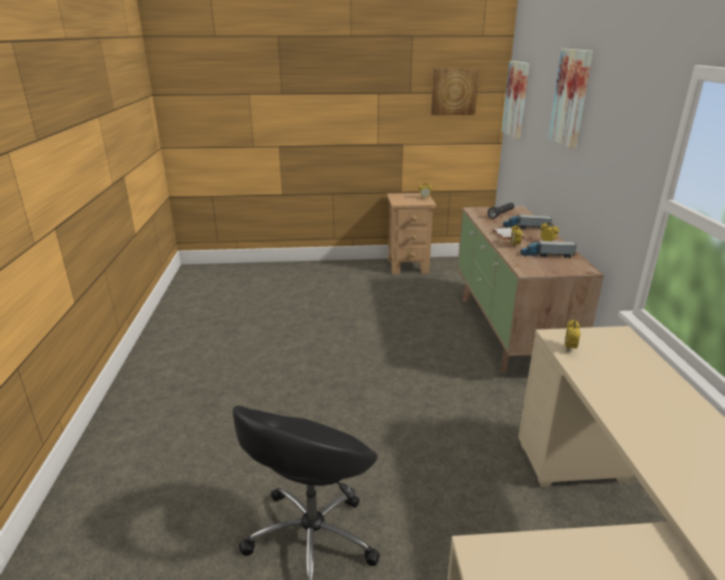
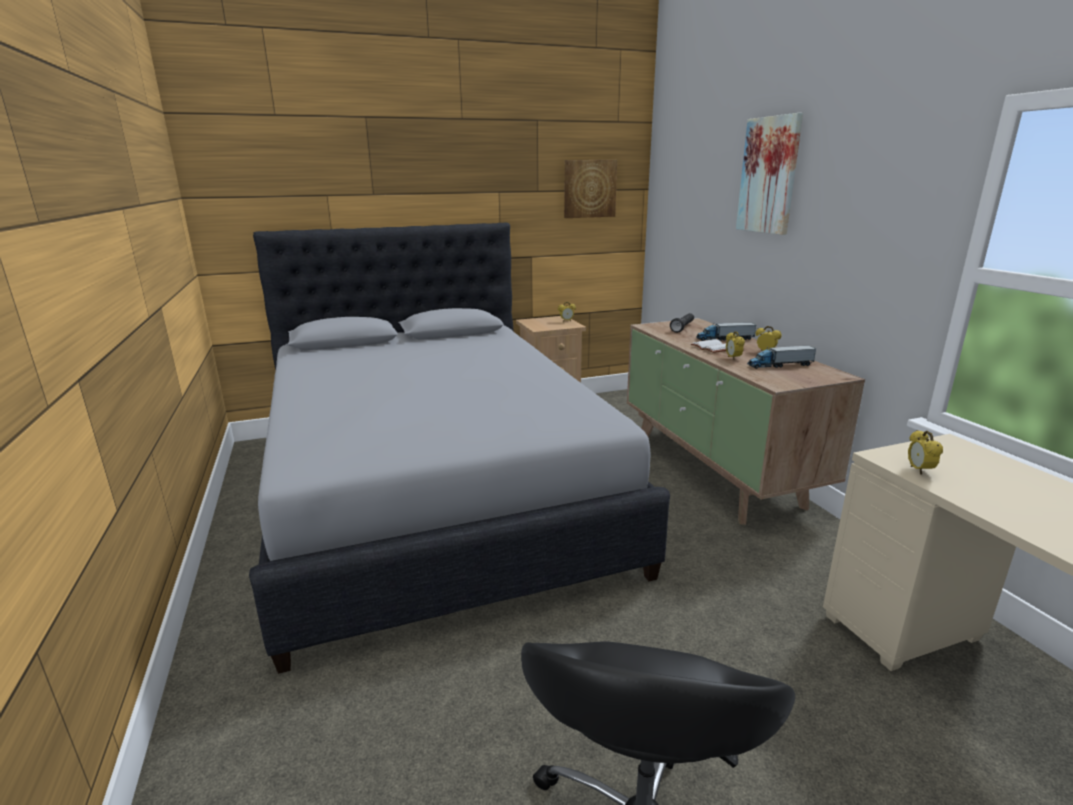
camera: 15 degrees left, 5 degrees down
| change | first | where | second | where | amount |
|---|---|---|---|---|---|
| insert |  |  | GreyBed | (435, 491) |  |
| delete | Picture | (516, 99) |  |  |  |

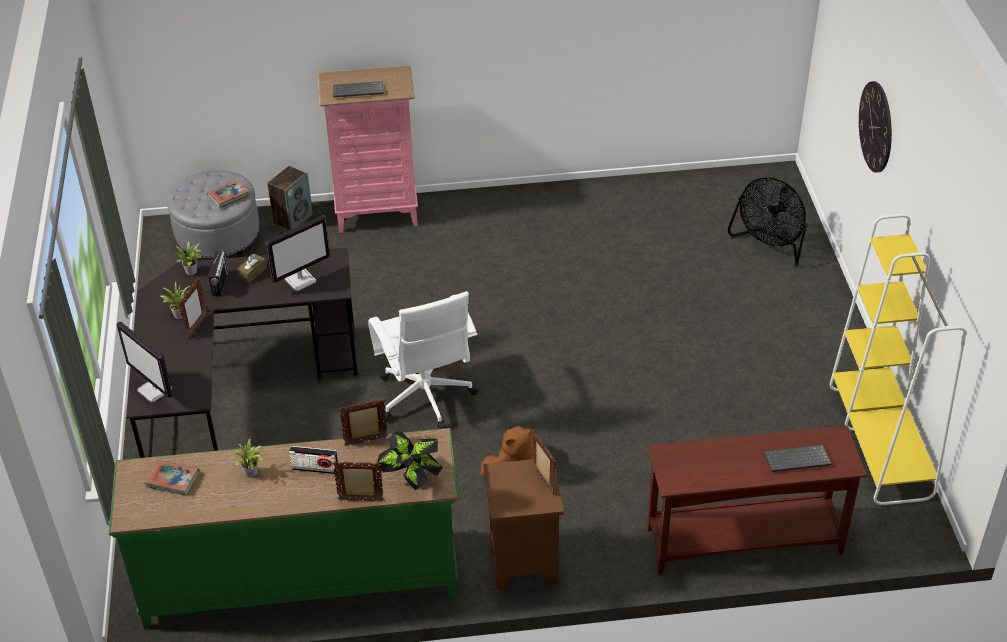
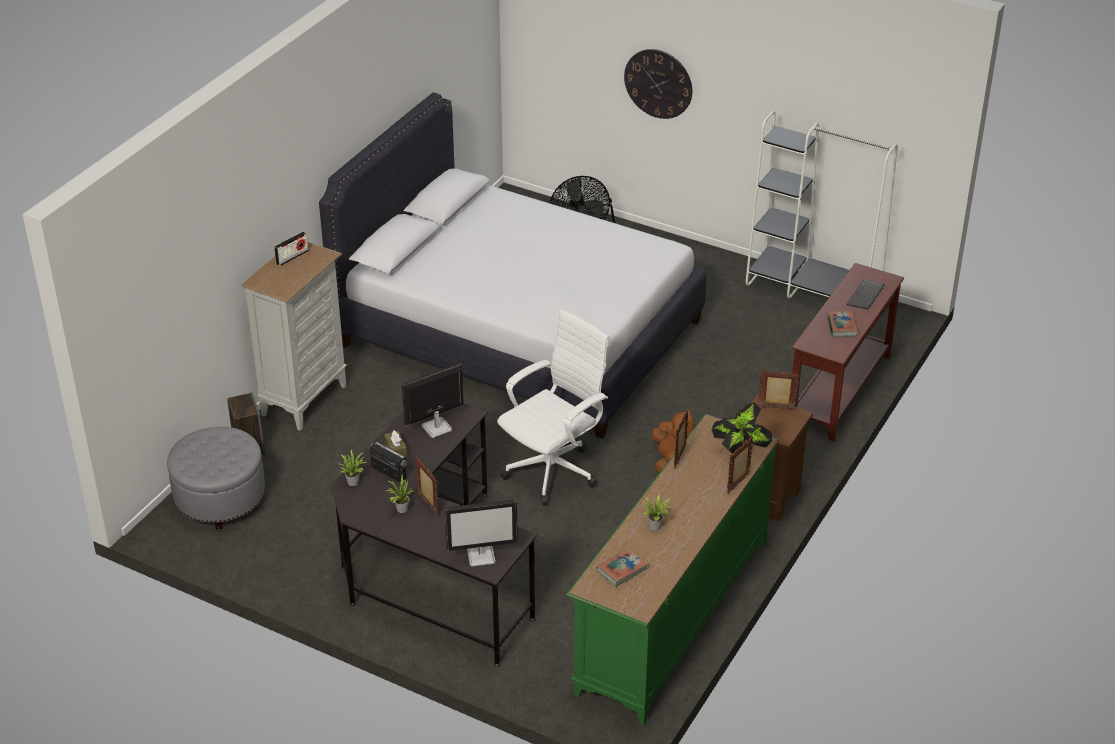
camera: 55 degrees left, 5 degrees down
| change | first | where | second | where | amount |
|---|---|---|---|---|---|
| recolor | PinkDresser | (378, 215) | WhiteDresser | (306, 400) |  |
| move | Radio | (315, 468) |  | (292, 257) |  |
| insert |  |  | WhiteBed | (519, 333) |  |
| rotate | Monitor | (301, 280) |  | (436, 428) | 120 degrees counterclockwise |
| rotate | WhiteOfficeChair | (426, 400) |  | (554, 470) | 60 degrees counterclockwise |
| recolor | YellowClothesRack | (879, 444) | BlackClothesRack | (813, 294) |  |
| move | Book | (228, 196) |  | (842, 326) |  |
| delete | Keyboard | (357, 91) |  |  |  |

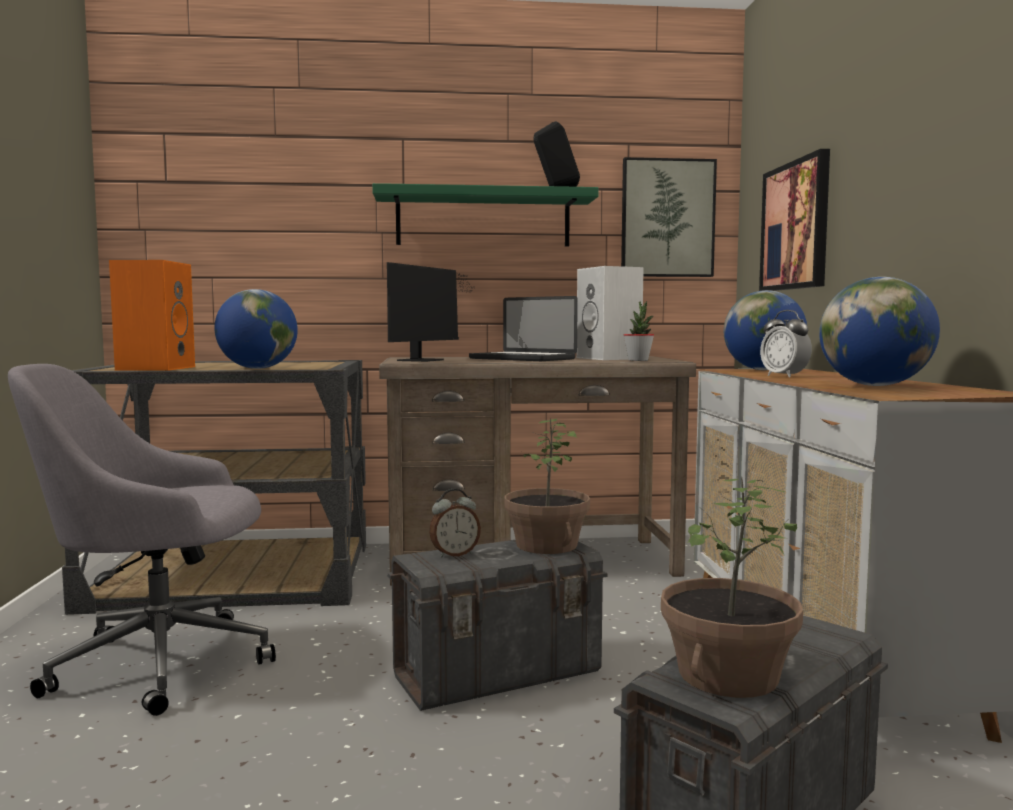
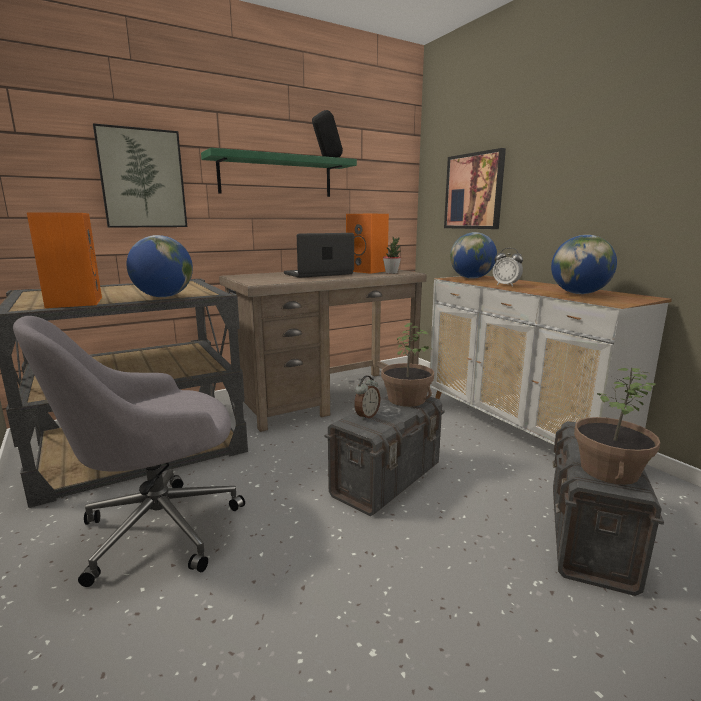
camera: 25 degrees left, 10 degrees up
| change | first | where | second | where | amount |
|---|---|---|---|---|---|
| move | Picture | (667, 218) |  | (142, 179) |  |
| rotate | Laptop | (522, 359) |  | (318, 274) | 135 degrees clockwise |
| recolor | WhiteSpeaker | (610, 358) | OrangeSpeaker | (368, 271) |  |
| delete | Monitor | (425, 360) |  |  |  |

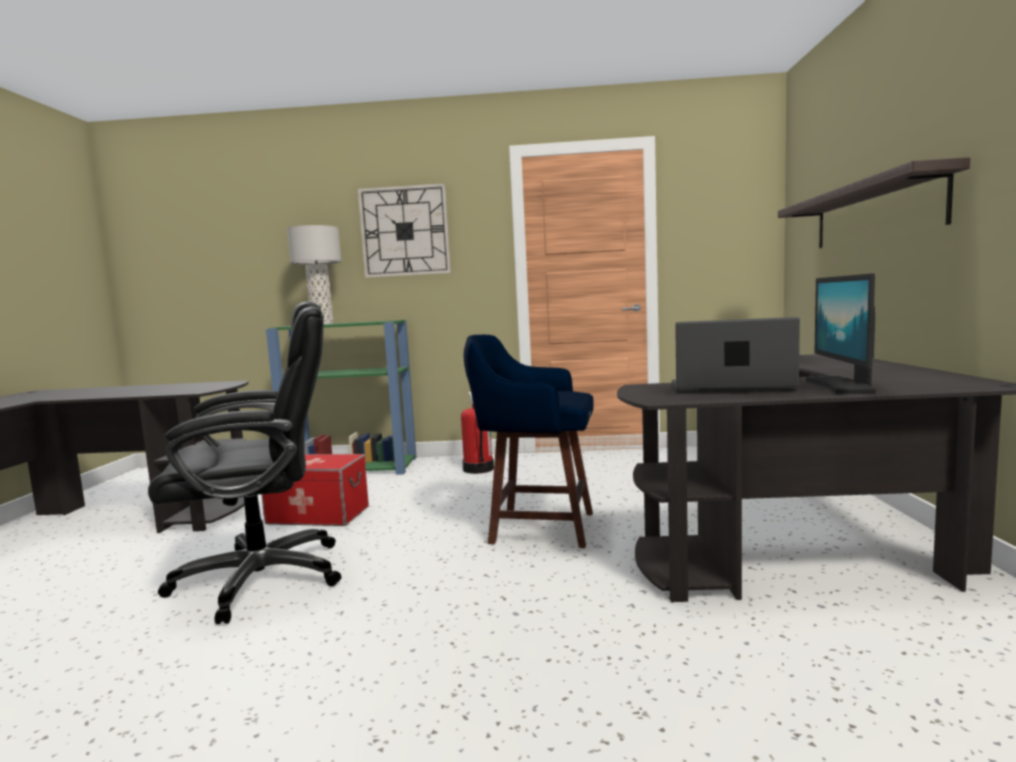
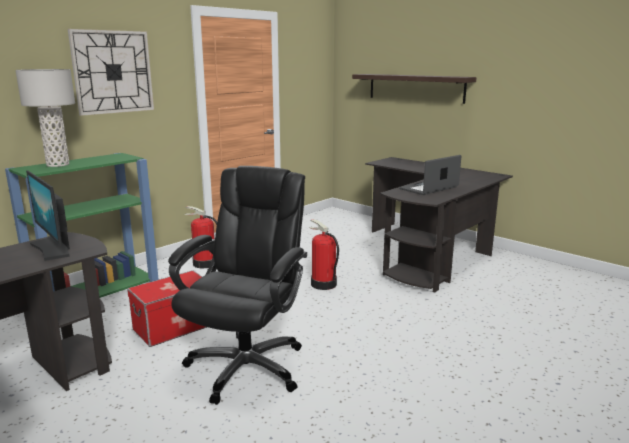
camera: 50 degrees left, 10 degrees up
| change | first | where | second | where | amount |
|---|---|---|---|---|---|
| move | Monitor | (842, 386) |  | (52, 249) |  |
| replace | BlueStool | (537, 527) | FireExtinguisher | (323, 284) |  |

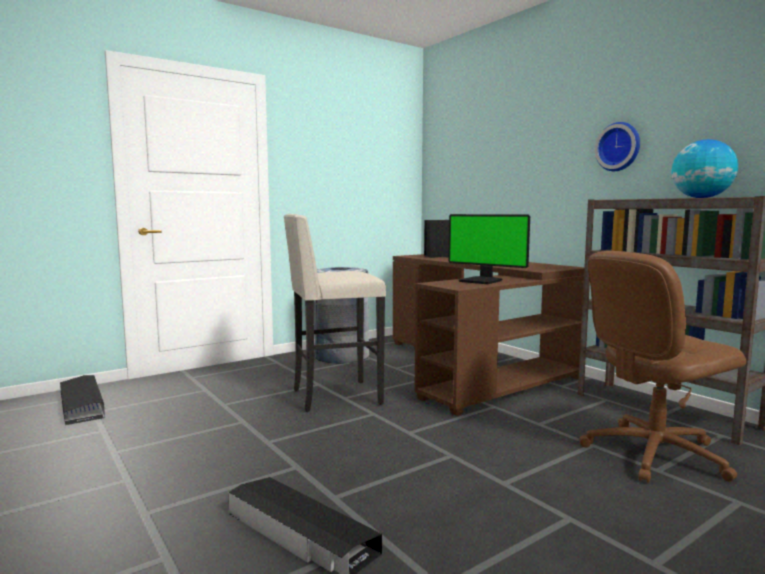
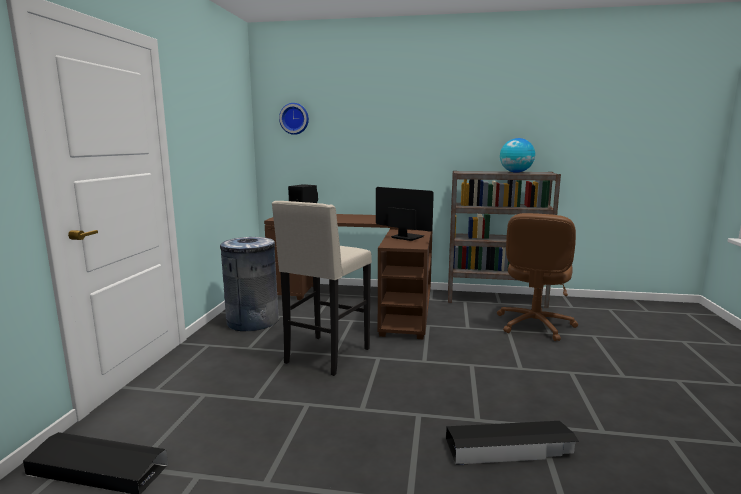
camera: 45 degrees left, 5 degrees up
| change | first | where | second | where | amount |
|---|---|---|---|---|---|
| move | WallClock | (619, 147) |  | (294, 118) |  |
| rotate | Monitor | (482, 281) |  | (406, 237) | 135 degrees counterclockwise |

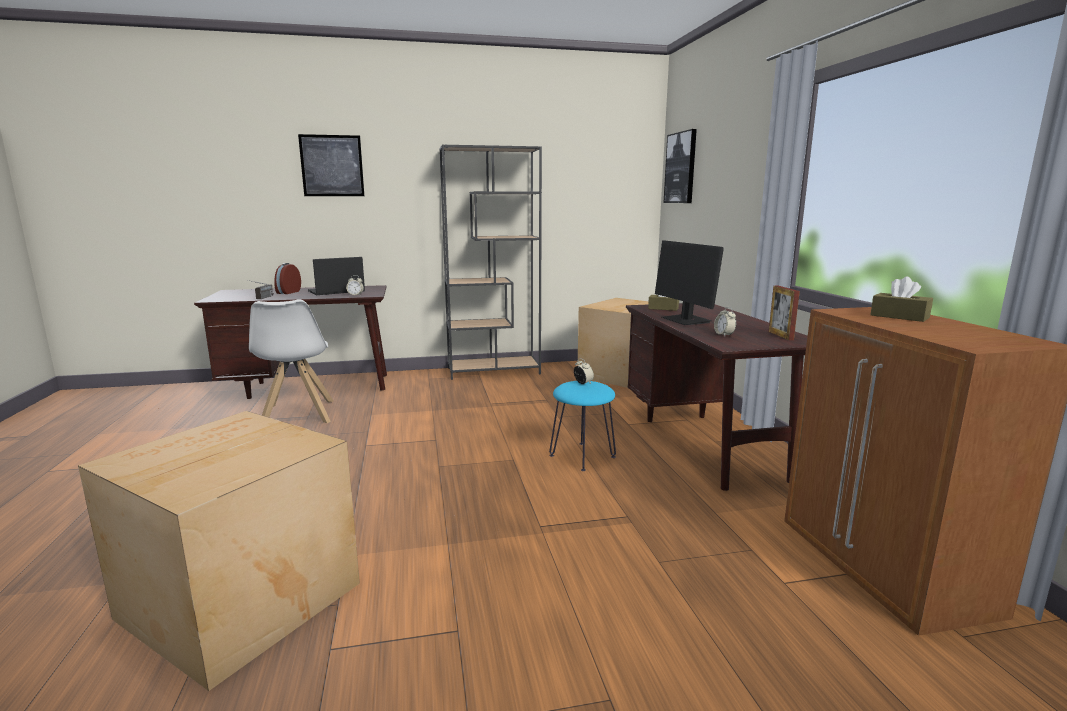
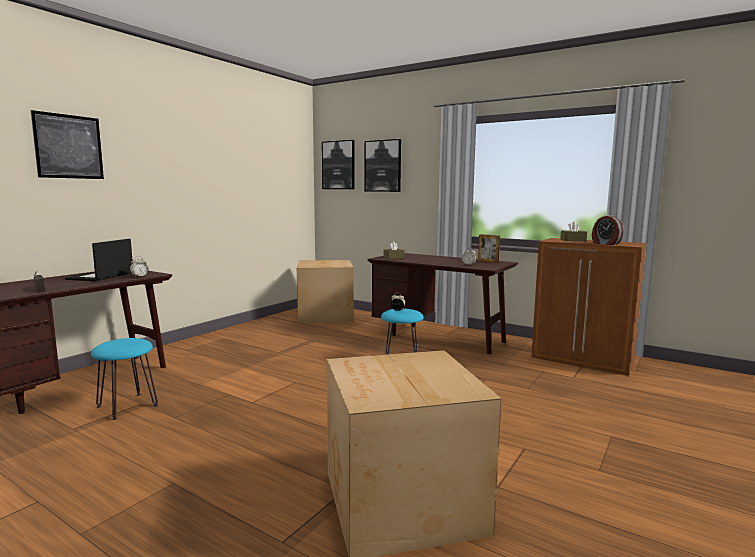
camera: 45 degrees left, 5 degrees down
| change | first | where | second | where | amount |
|---|---|---|---|---|---|
| replace | Chair | (297, 415) | TurquoiseStool | (127, 406) |  |
| insert |  |  | Picture | (383, 166) |  |
| move | AlarmClock | (288, 292) |  | (605, 243) |  |
| delete | Bookcase | (494, 371) |  |  |  |
| delete | Monitor | (686, 320) |  |  |  |

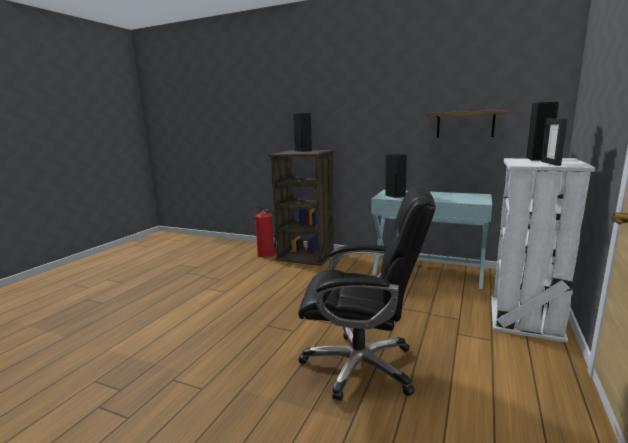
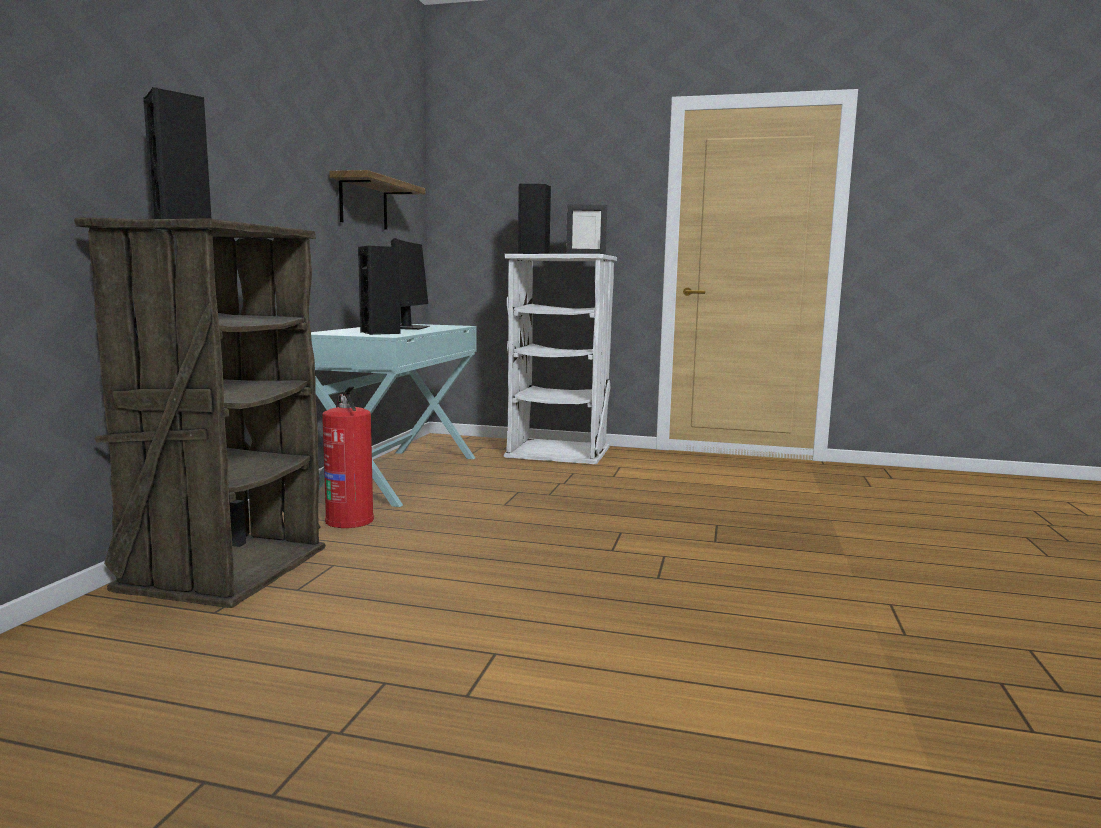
camera: 100 degrees left, 5 degrees down
| change | first | where | second | where | amount |
|---|---|---|---|---|---|
| move | FireExtinguisher | (266, 254) |  | (349, 520) |  |
| insert |  |  | Monitor | (407, 328) |  |
| delete | BlackOfficeChair | (361, 366) |  |  |  |

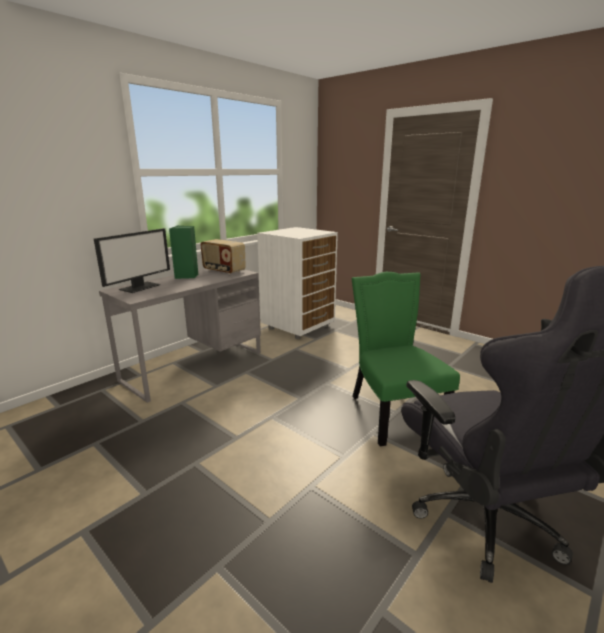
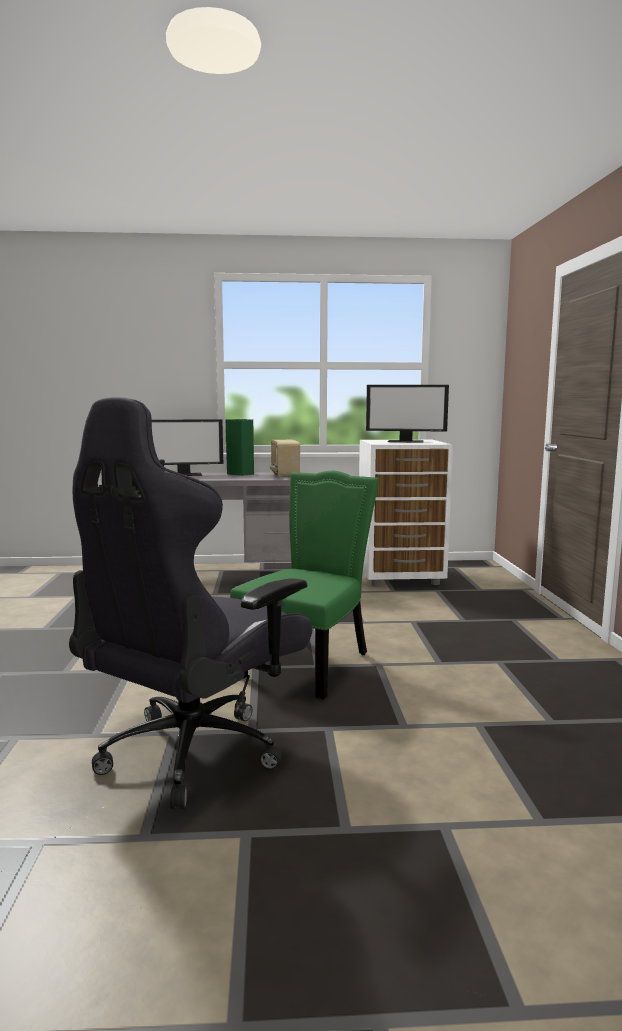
camera: 45 degrees right, 10 degrees down
| change | first | where | second | where | amount |
|---|---|---|---|---|---|
| insert |  |  | Monitor | (406, 441) |  |

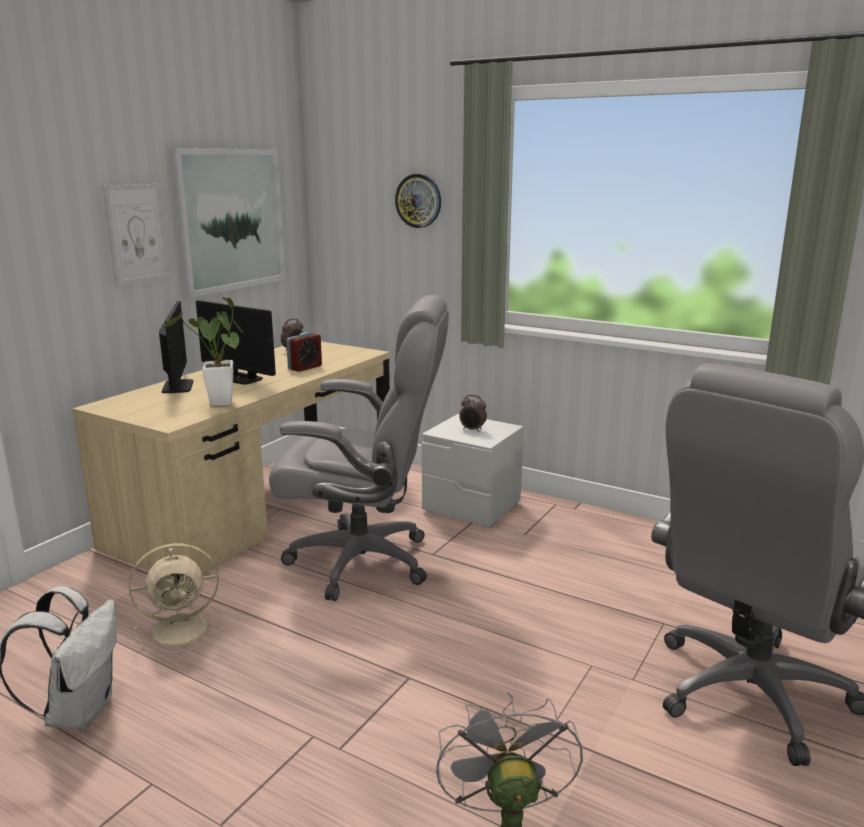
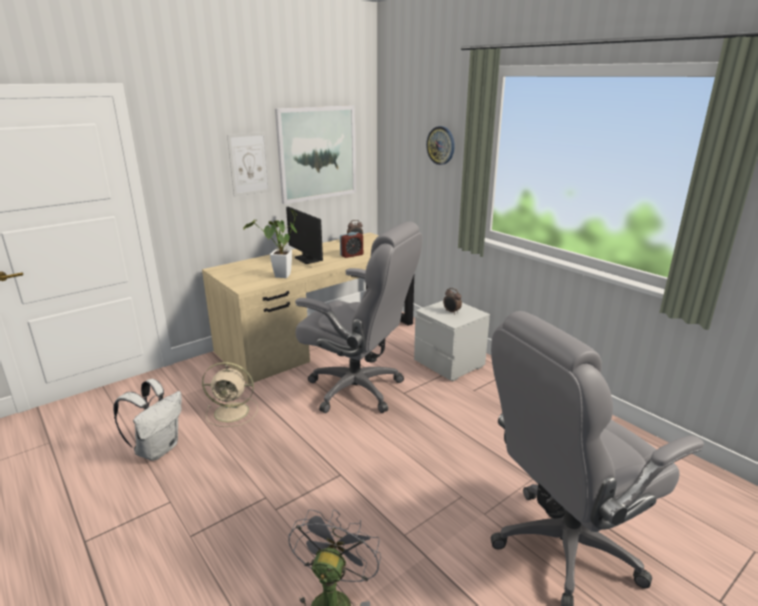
camera: 20 degrees right, 5 degrees up
| change | first | where | second | where | amount |
|---|---|---|---|---|---|
| delete | Monitor | (177, 386) |  |  |  |

